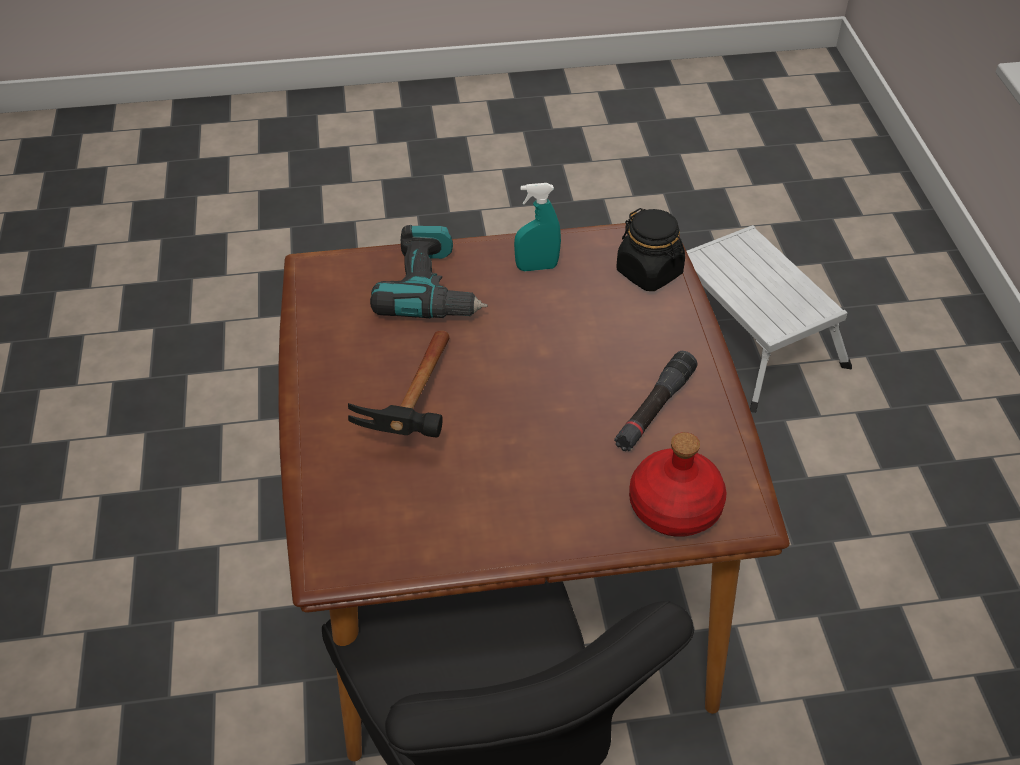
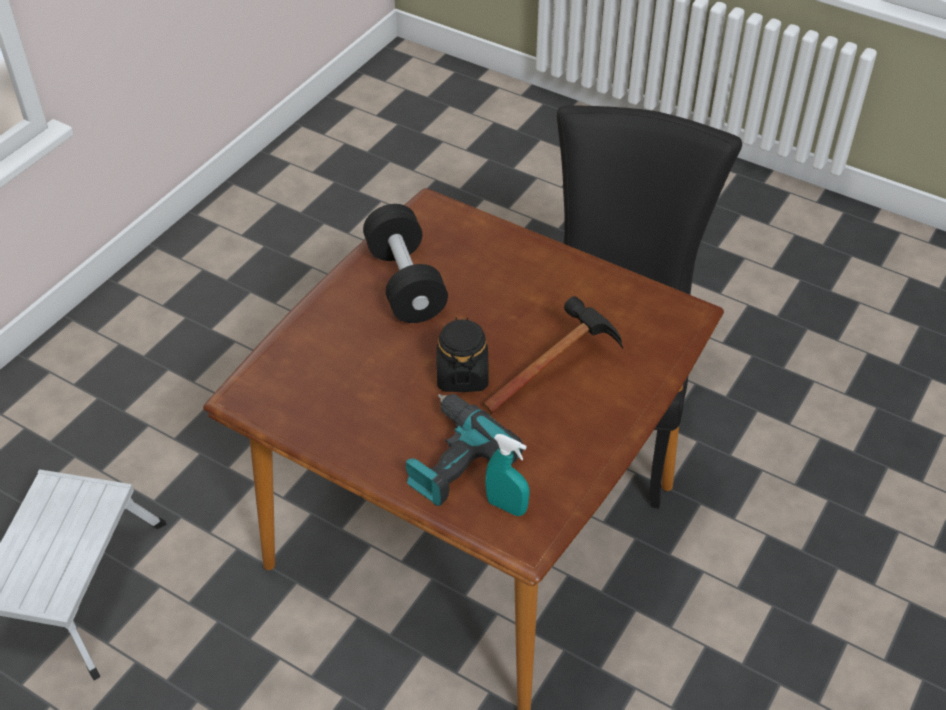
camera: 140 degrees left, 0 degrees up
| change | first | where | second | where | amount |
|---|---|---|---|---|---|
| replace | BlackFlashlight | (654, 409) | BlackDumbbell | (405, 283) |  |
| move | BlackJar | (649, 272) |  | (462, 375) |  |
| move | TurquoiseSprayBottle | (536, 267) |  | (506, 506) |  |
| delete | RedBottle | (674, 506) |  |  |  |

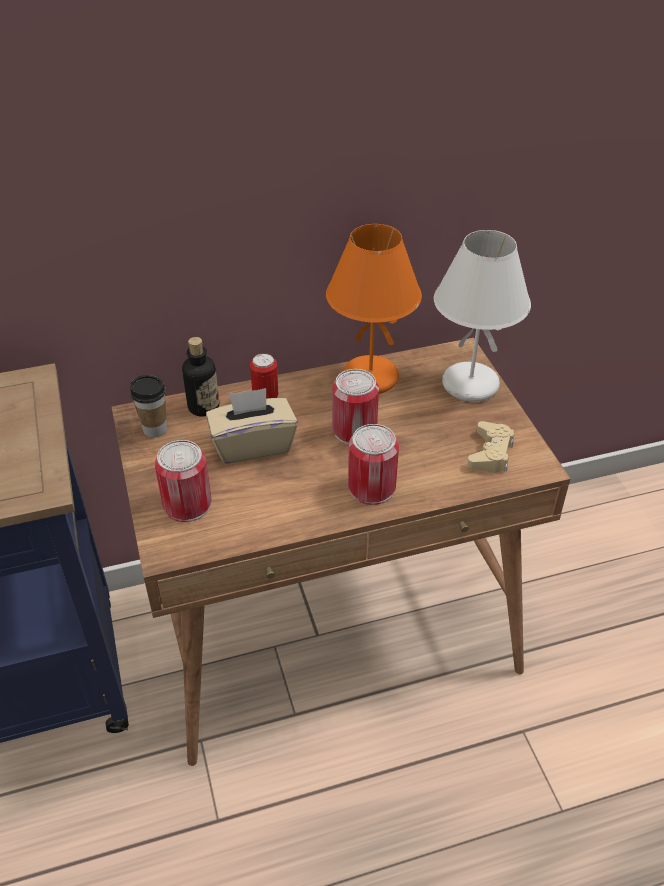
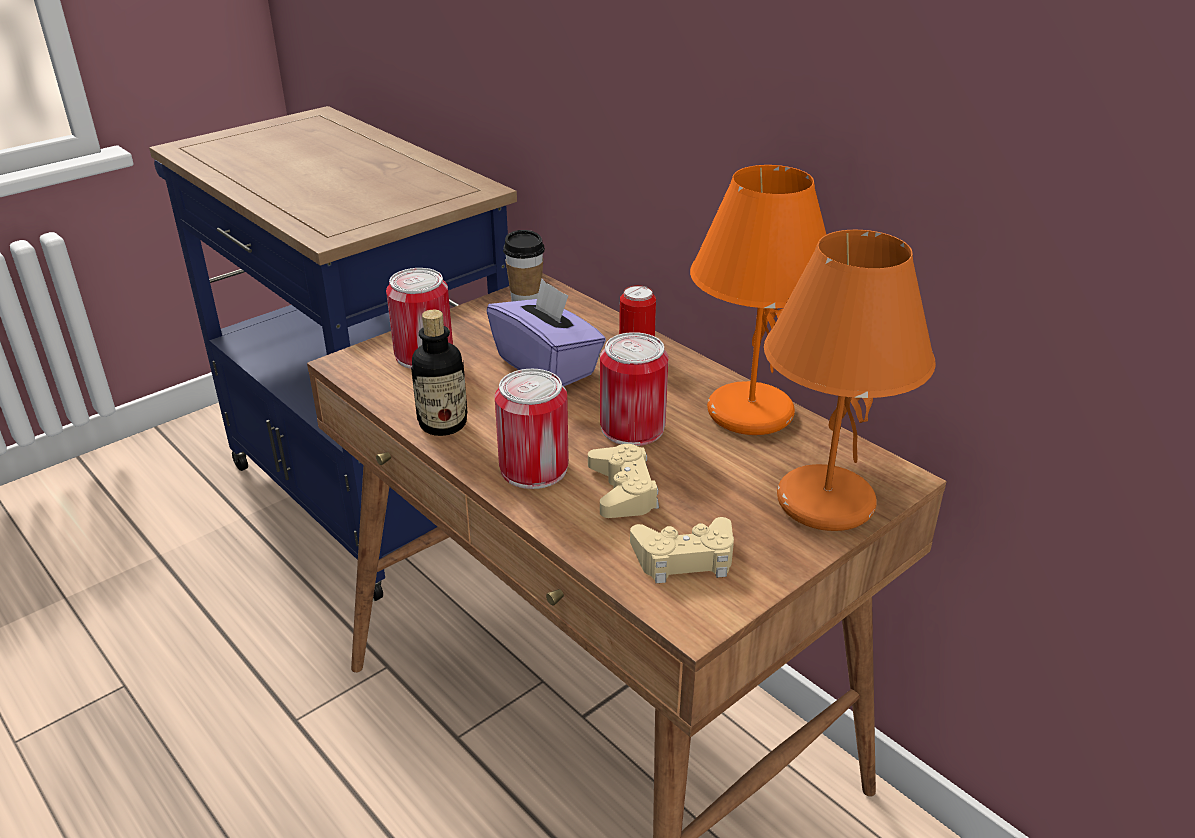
camera: 65 degrees right, 10 degrees down
| change | first | where | second | where | amount |
|---|---|---|---|---|---|
| move | Bottle | (203, 407) |  | (443, 424) |  |
| recolor | BeigeTissueBox | (253, 445) | PurpleTissueBox | (547, 366) |  |
| insert |  |  | BeigeGameController | (623, 491) |  |
| recolor | WhiteTableLamp | (469, 385) | OrangeTableLamp | (823, 502) |  |

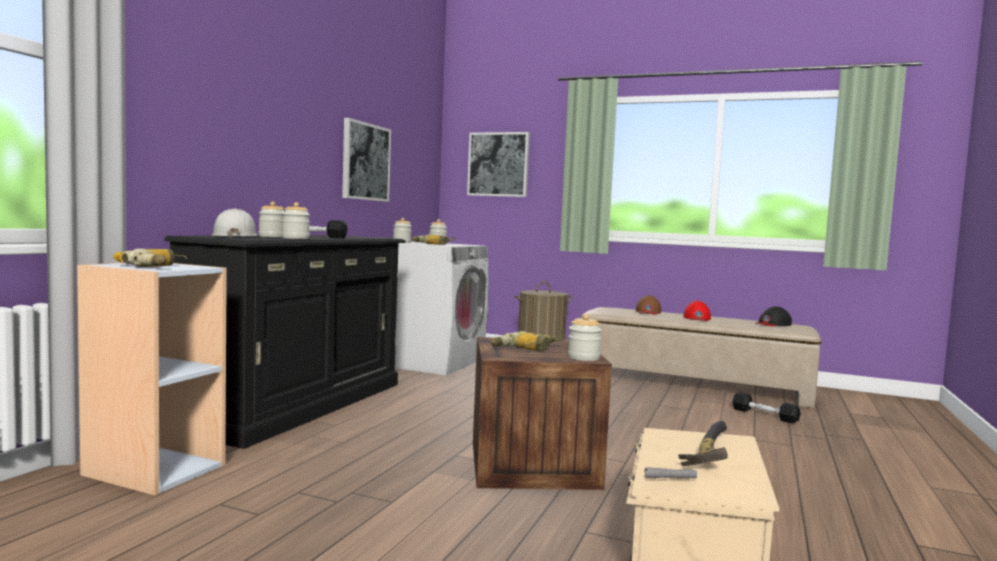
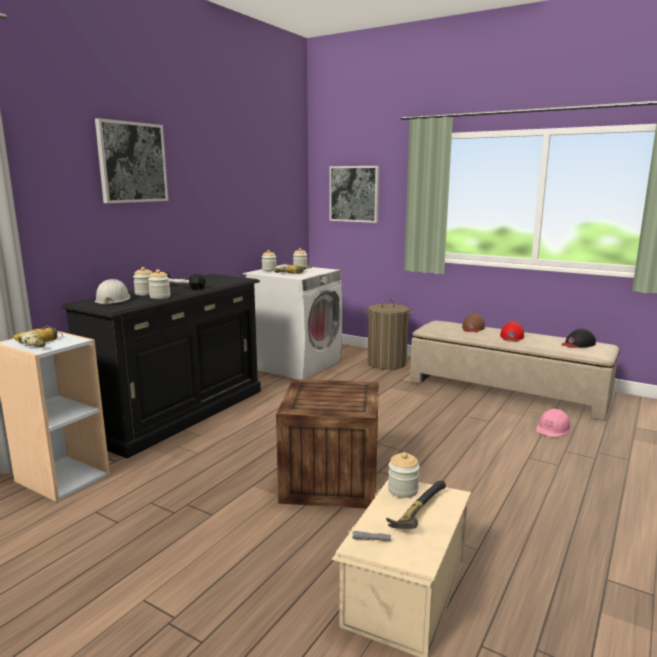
camera: 10 degrees right, 10 degrees up
| change | first | where | second | where | amount |
|---|---|---|---|---|---|
| move | Picture | (365, 162) |  | (132, 162) |  |
| move | Jar | (583, 357) |  | (403, 490) |  |
| replace | BlackDumbbell | (764, 415) | PinkHardHat | (553, 429) |  |
| delete | PowerDrill | (526, 349) |  |  |  |

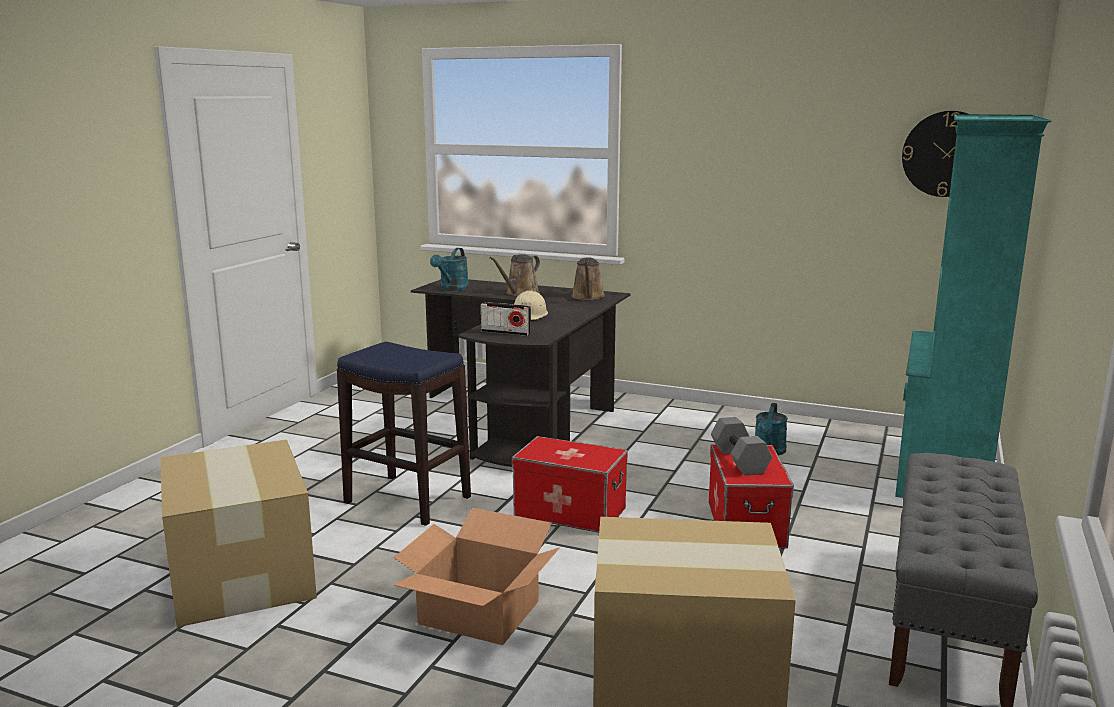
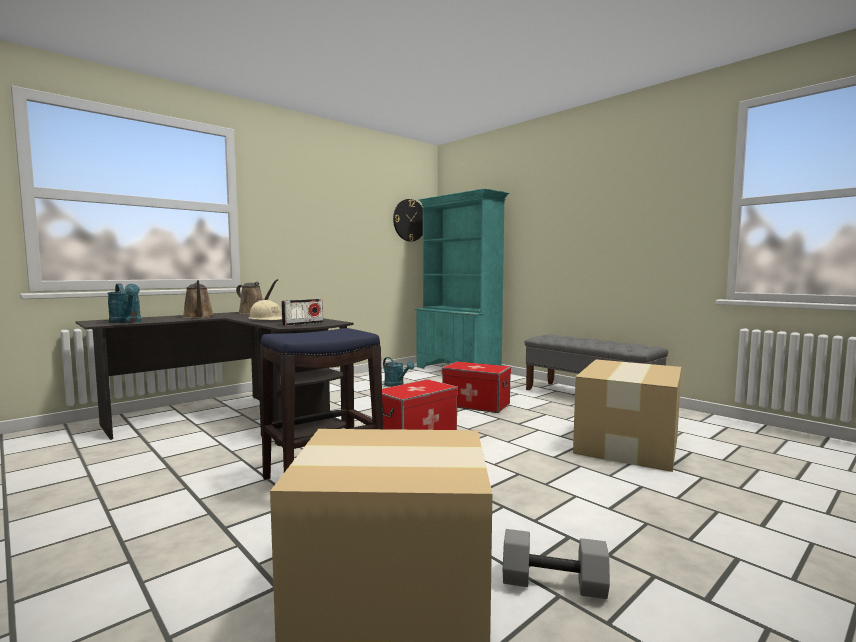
camera: 65 degrees left, 10 degrees down
| change | first | where | second | where | amount |
|---|---|---|---|---|---|
| move | GreyDumbbell | (740, 460) |  | (554, 582) |  |
| delete | CardboardBox | (479, 613) |  |  |  |

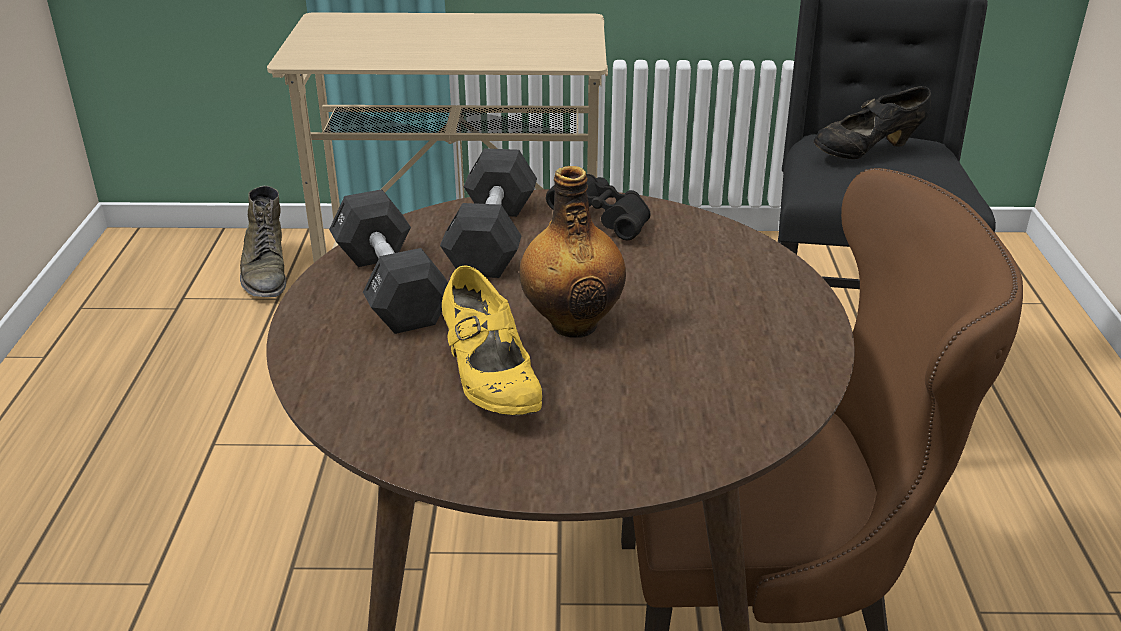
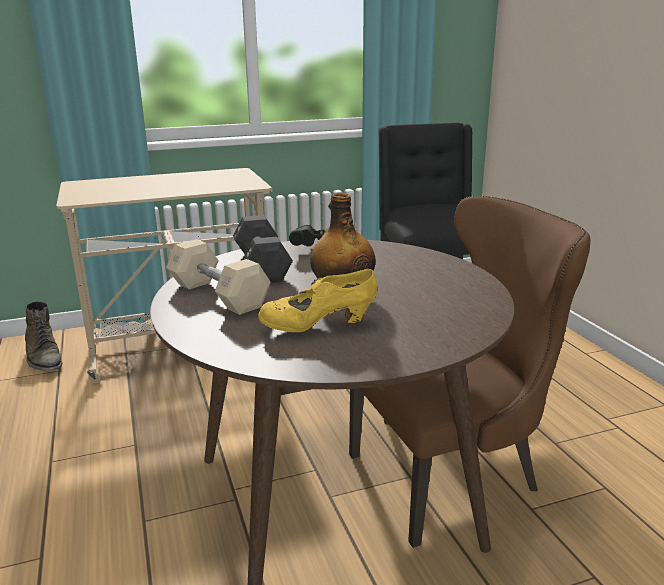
camera: 20 degrees left, 10 degrees down
| change | first | where | second | where | amount |
|---|---|---|---|---|---|
| recolor | BlackDumbbell | (391, 287) | BeigeDumbbell | (218, 295) |  |
| rotate | YellowShoe | (489, 383) |  | (318, 326) | 120 degrees clockwise |
| delete | BlackShoe | (867, 152) |  |  |  |

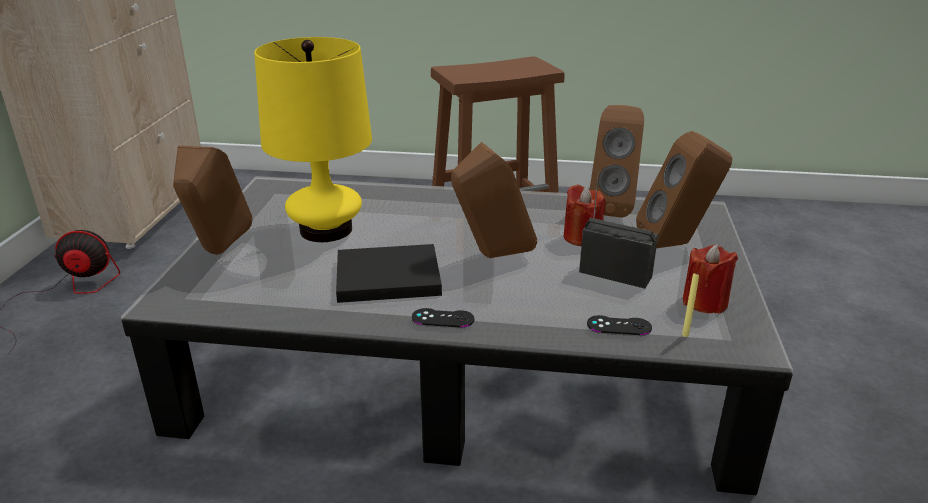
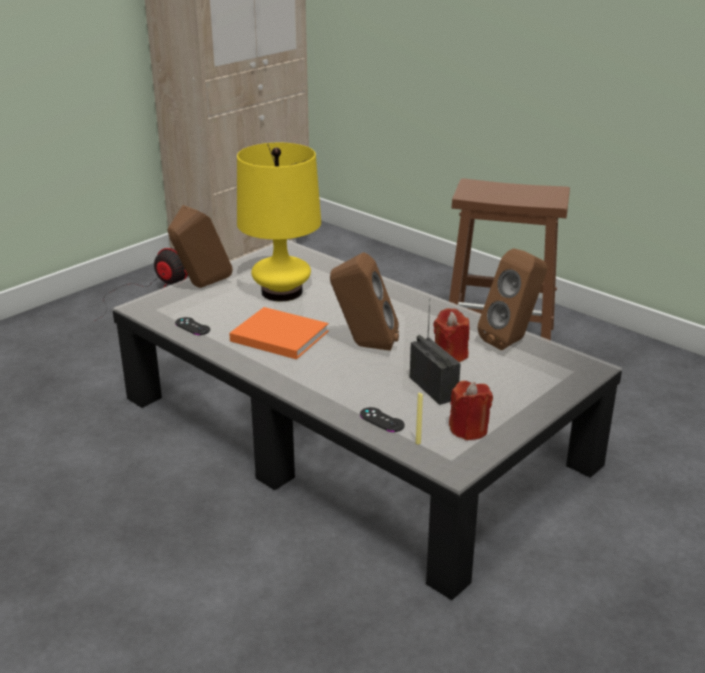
camera: 35 degrees right, 0 degrees up
| change | first | where | second | where | amount |
|---|---|---|---|---|---|
| move | BlackGameController | (443, 318) |  | (192, 326) |  |
| recolor | BlackBook | (384, 277) | OrangeBook | (277, 335) |  |
| delete | BrownSpeaker | (677, 244) |  |  |  |

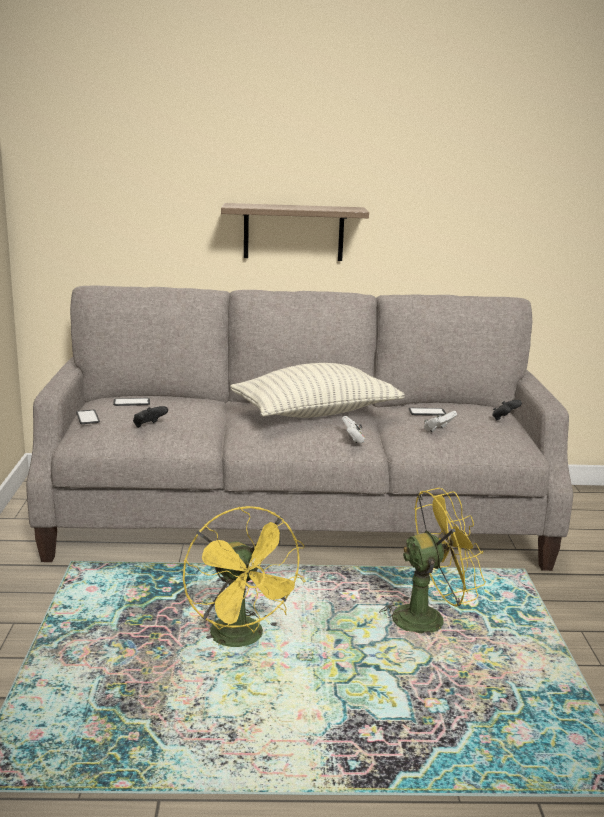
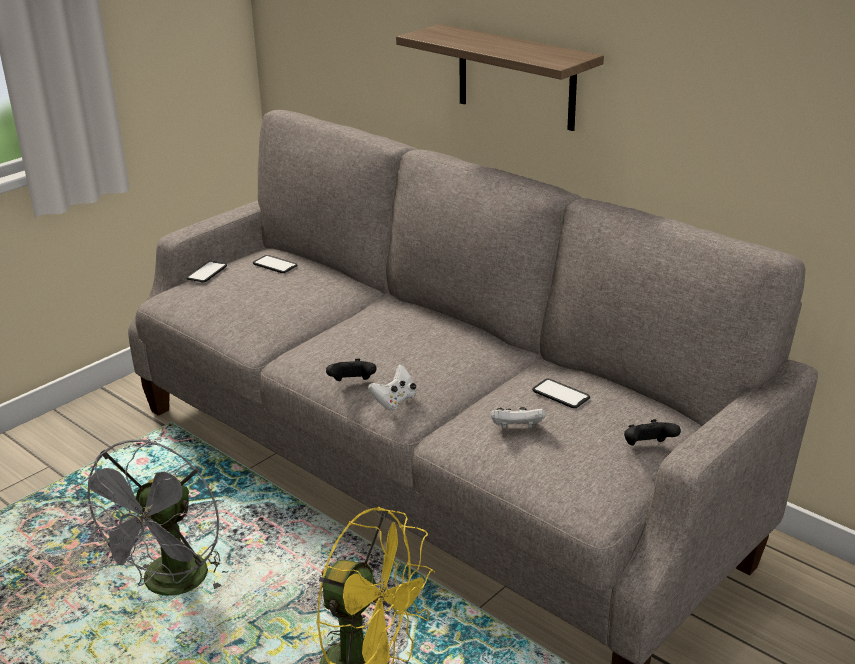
camera: 45 degrees right, 10 degrees up
| change | first | where | second | where | amount |
|---|---|---|---|---|---|
| recolor | YellowFan | (243, 640) | GreyFan | (171, 587) |  |
| move | BlackGameController | (149, 426) |  | (352, 383) |  |
| delete | Pillow | (316, 413) |  |  |  |

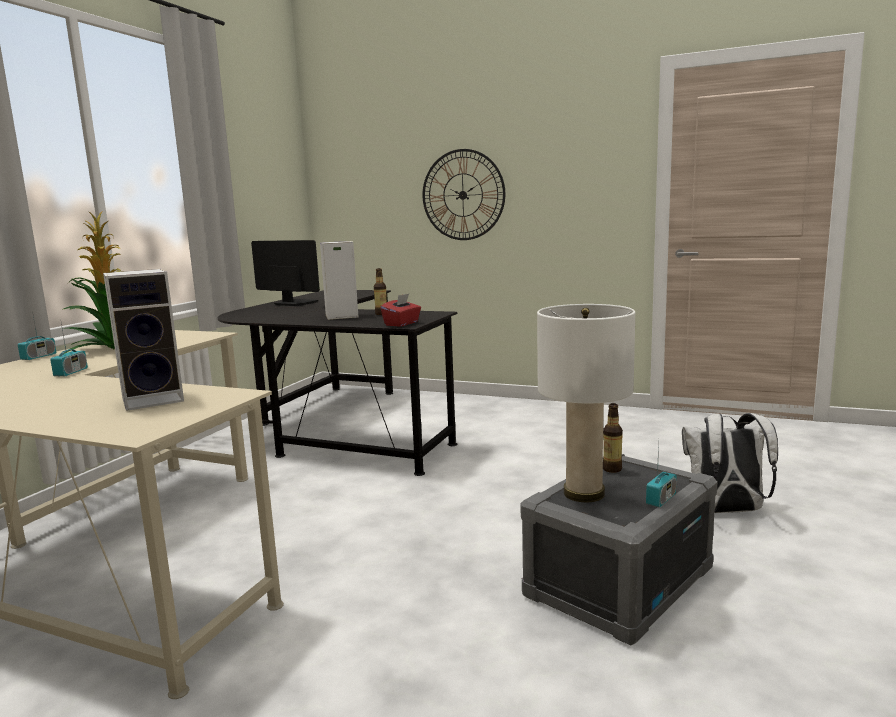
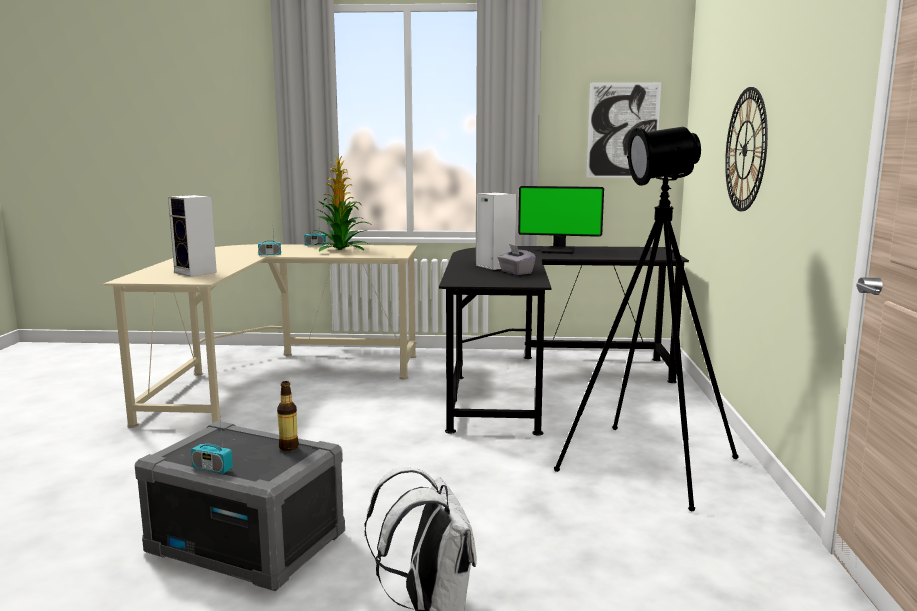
camera: 70 degrees right, 0 degrees up
| change | first | where | second | where | amount |
|---|---|---|---|---|---|
| replace | Bottle | (381, 314) | GreyTissueBox | (515, 272) |  |
| rotate | Monitor | (294, 303) |  | (559, 251) | 90 degrees clockwise |
| insert |  |  | BlackFloorLamp | (647, 465) |  |
| insert |  |  | Picture | (623, 130) |  |
| delete | RedTissueBox | (402, 324) |  |  |  |
| delete | WhiteTableLamp | (583, 493) |  |  |  |

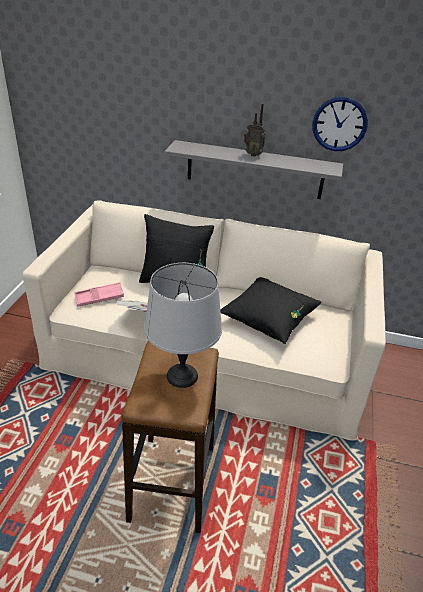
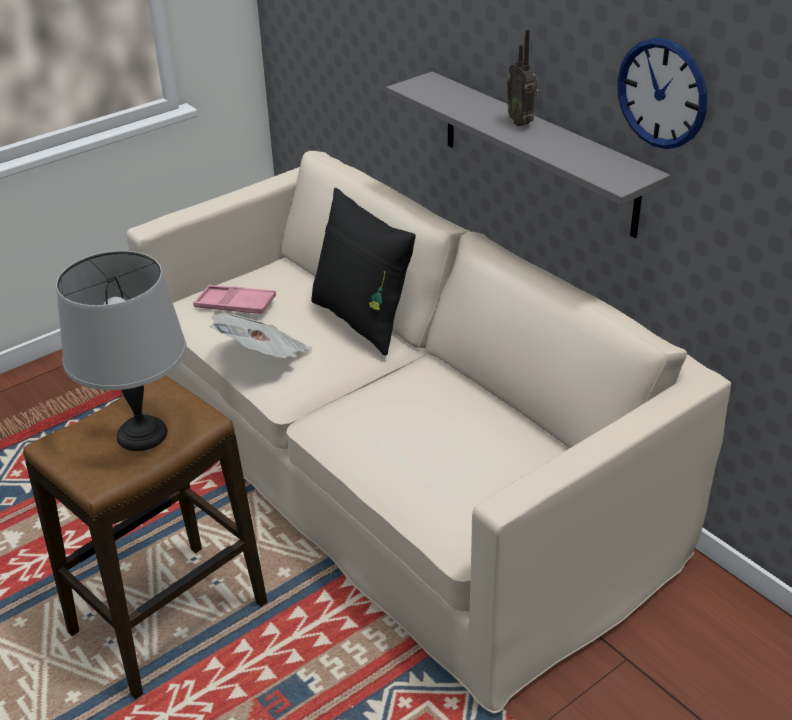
camera: 40 degrees right, 0 degrees up
| change | first | where | second | where | amount |
|---|---|---|---|---|---|
| delete | BlackPillow | (268, 318) |  |  |  |

